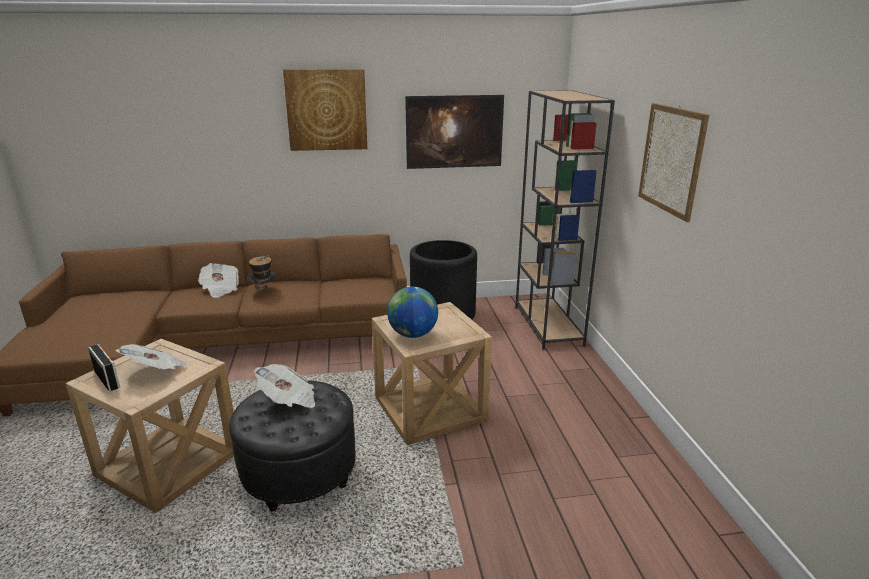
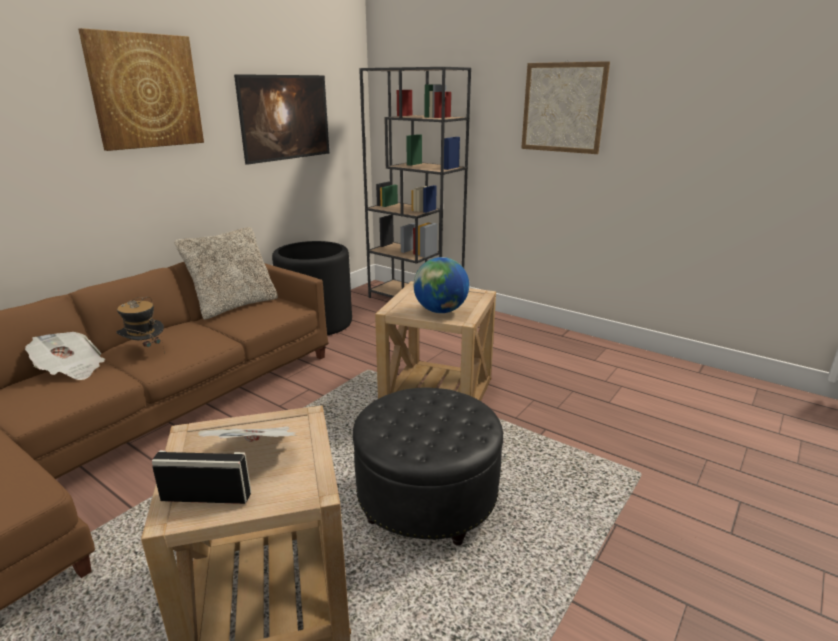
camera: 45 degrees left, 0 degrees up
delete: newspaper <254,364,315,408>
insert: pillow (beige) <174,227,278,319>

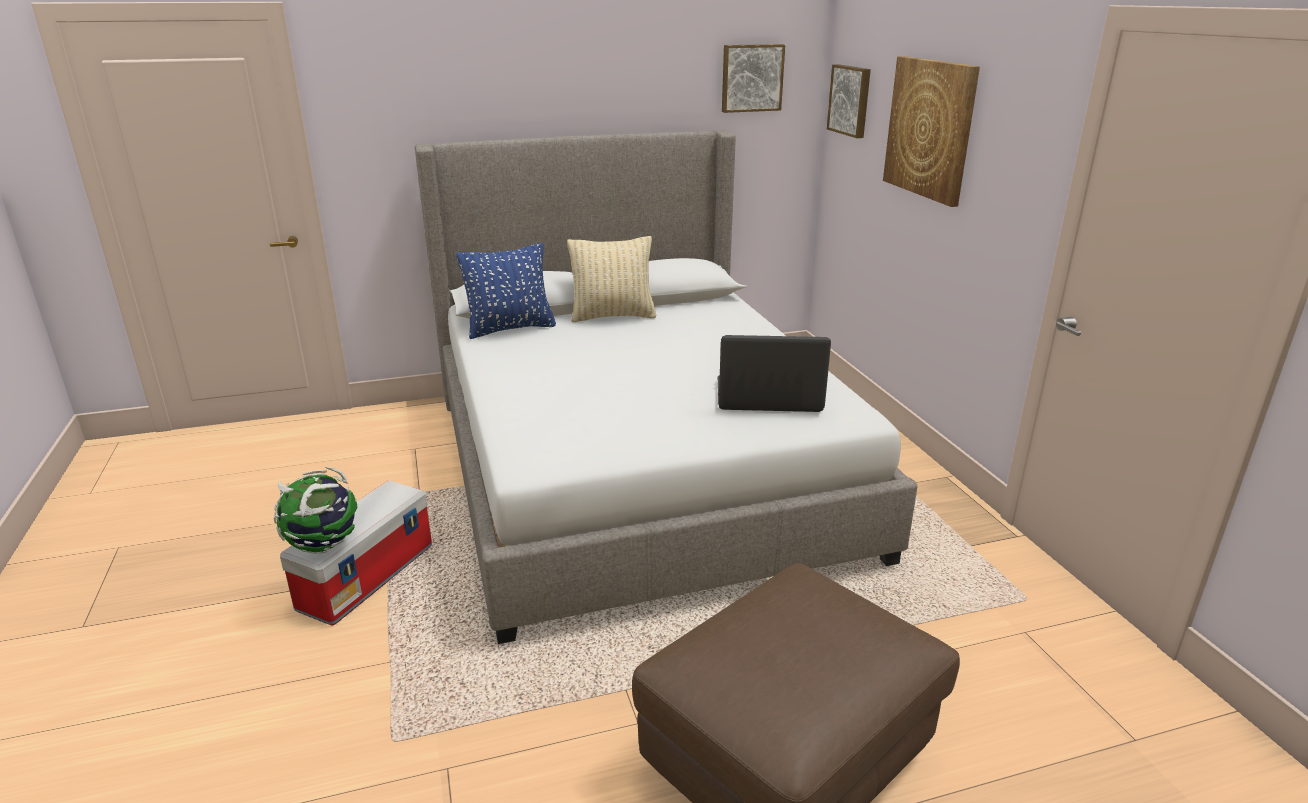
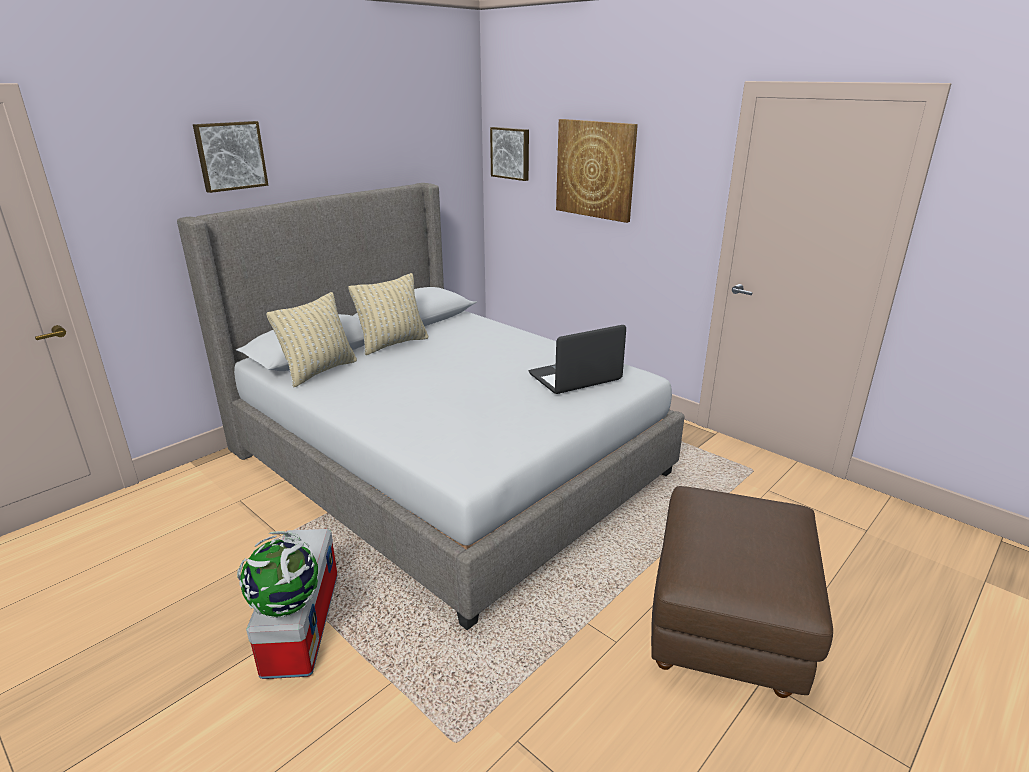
camera: 30 degrees left, 0 degrees up
move: picture <722,44,785,113> to <193,121,268,193>
recolor: pillow (blue) <456,243,556,339> to pillow (beige) <266,292,357,387>

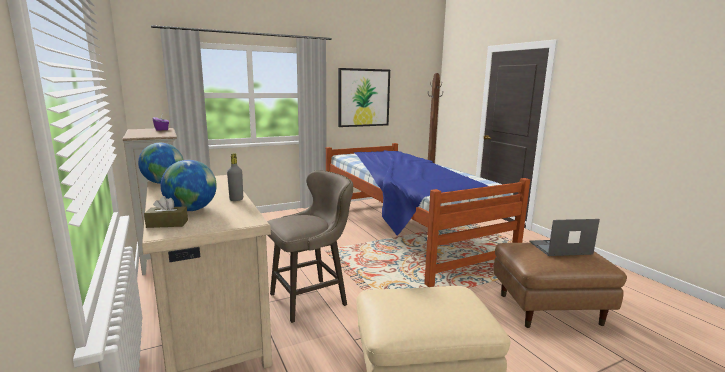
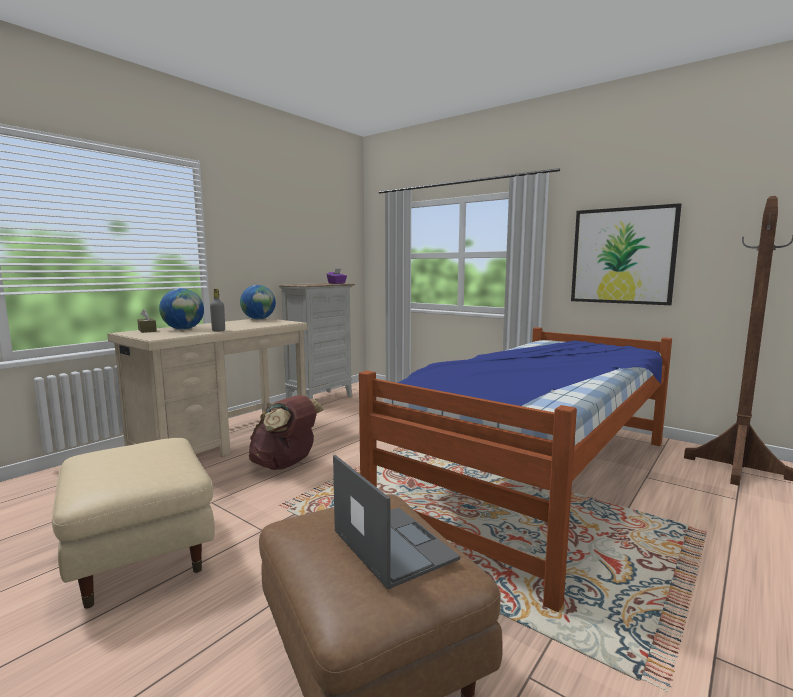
camera: 65 degrees right, 5 degrees down
replace: stool (beige) <267,170,353,323> to backpack (brown) <249,395,324,470>

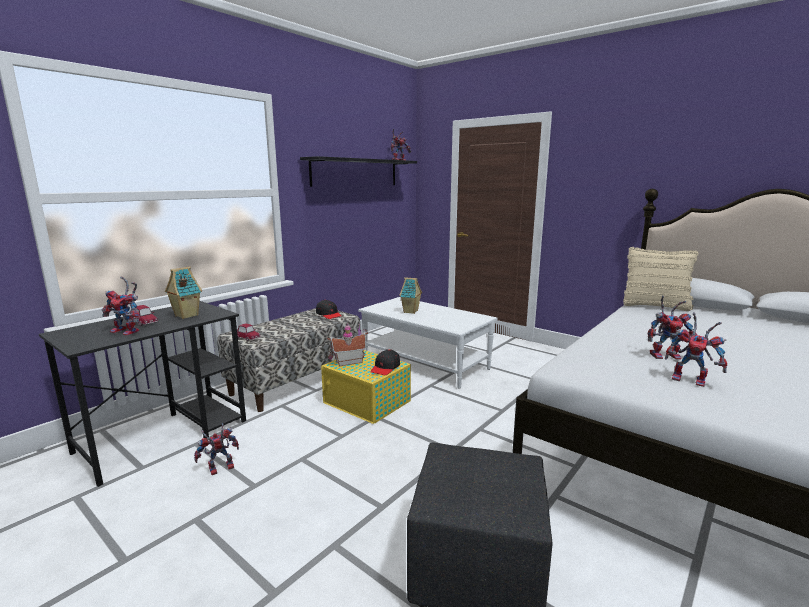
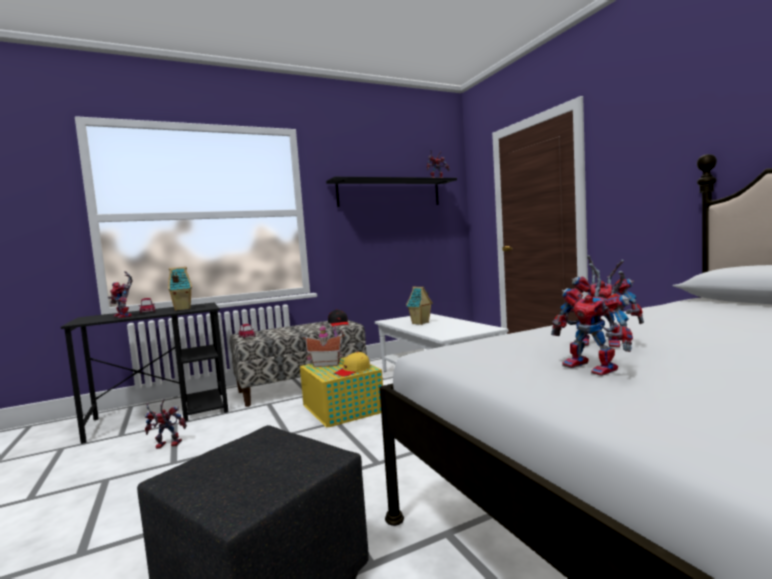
camera: 25 degrees right, 10 degrees down
delete: pillow (beige) <623,247,699,311>
recolor: cap (black) <370,349,400,375> to cap (yellow) <334,352,370,377>

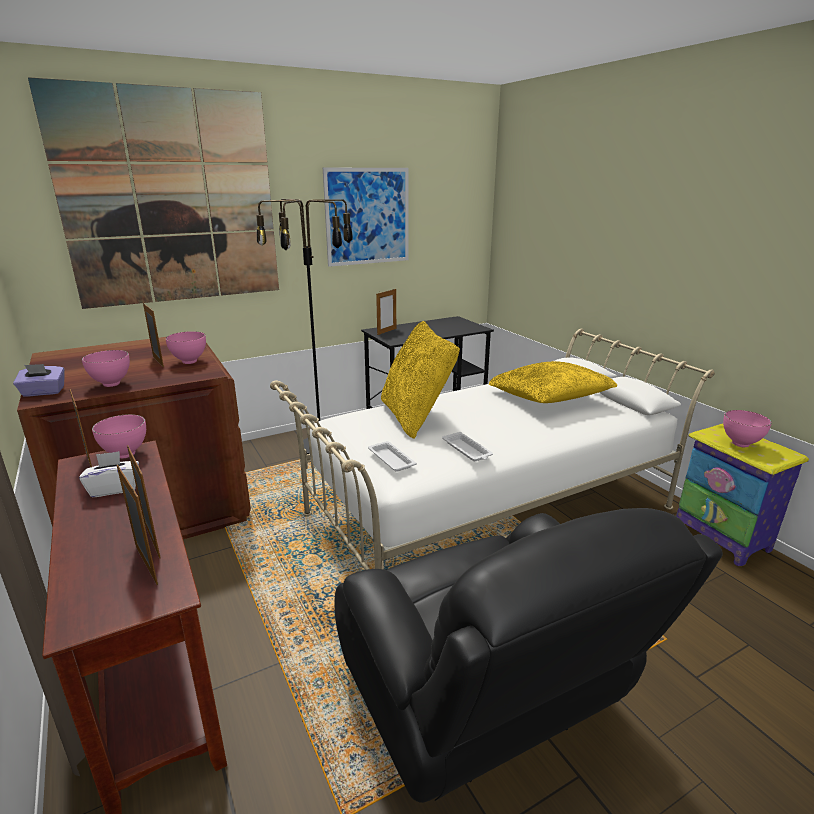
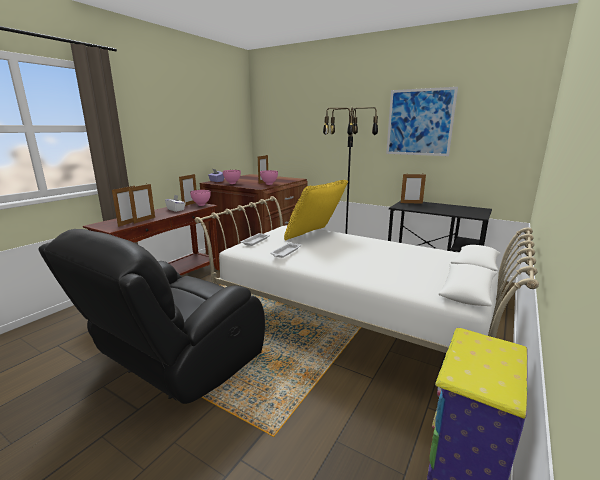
camera: 60 degrees right, 5 degrees down
delete: picture <28,77,279,309>; pillow (yellow) <489,361,617,403>; bowl (pink) <723,410,772,447>

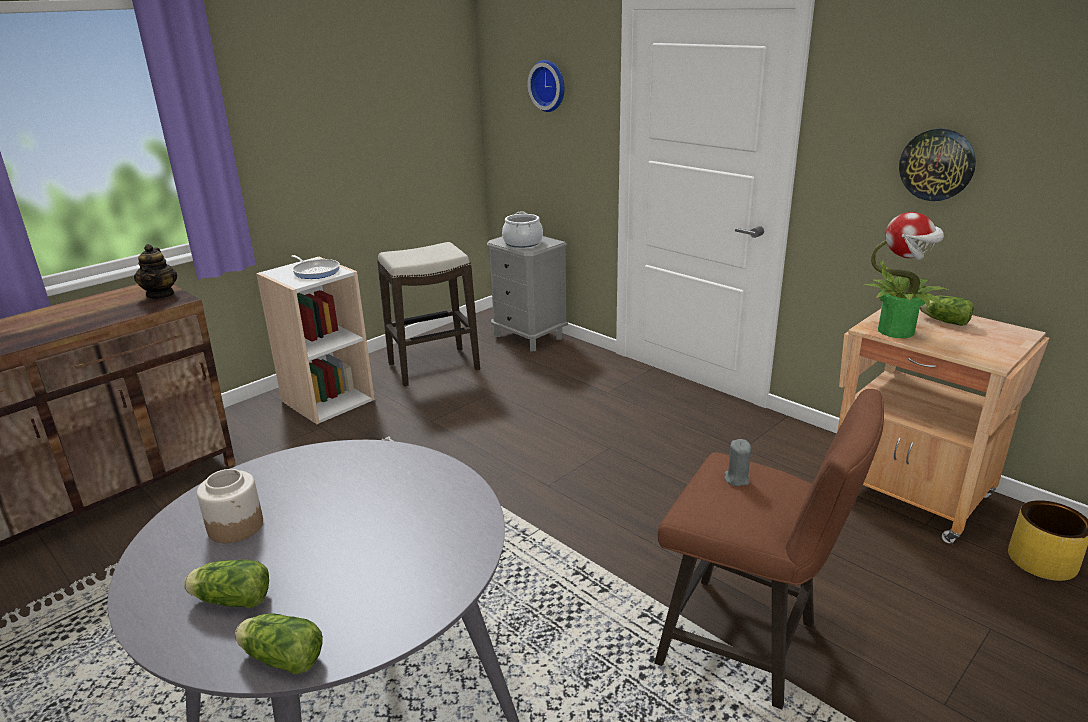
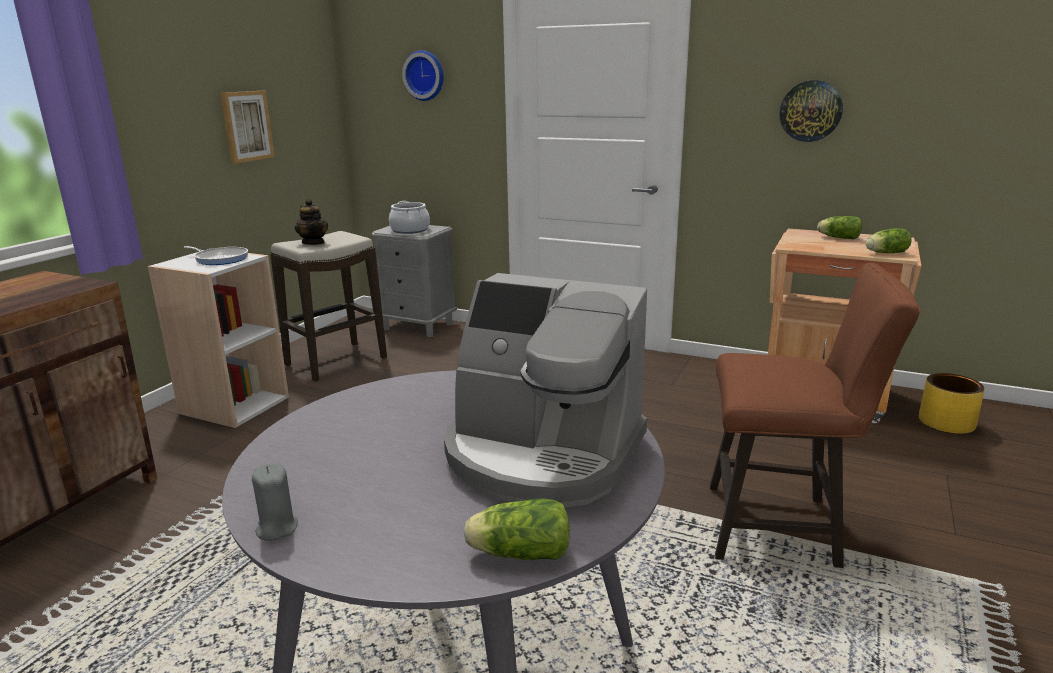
camera: 20 degrees left, 5 degrees down
delete: potted plant <863,212,948,338>; jar <197,469,263,543>
insert: picture <220,91,275,164>; coffee machine <444,273,647,508>
move: teapot <134,244,178,299> to <295,199,328,245>; candle (grey) <724,439,751,486> to <252,463,298,541>; lettuce <184,559,269,608> to <865,228,912,253>

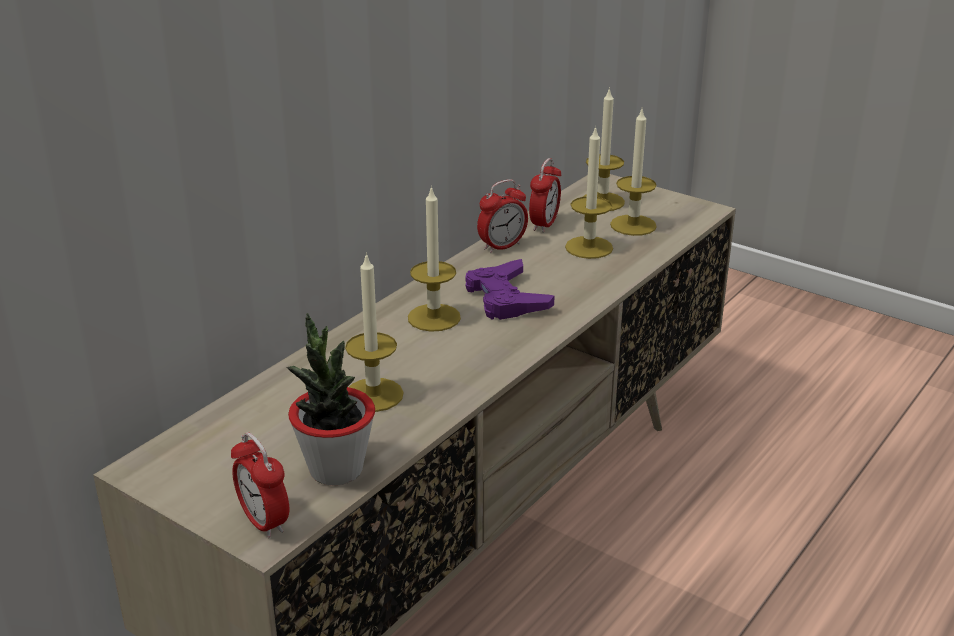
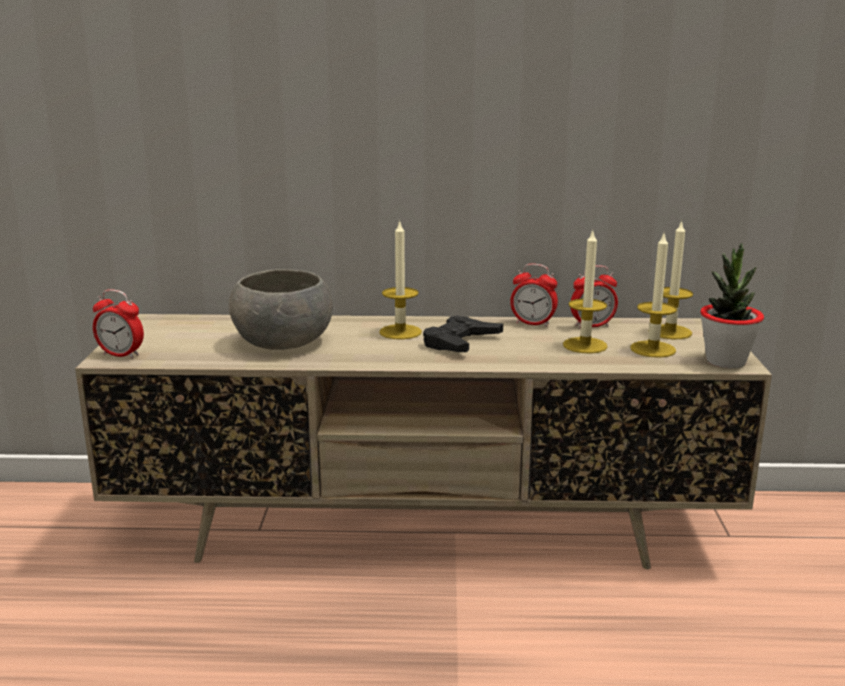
camera: 55 degrees right, 10 degrees down
move: potted plant <286,313,375,486> to <700,243,764,368>
replace: candle <345,252,403,412> to bowl (grey) <229,269,333,350>
recolor: game controller (purple) <465,259,554,320> to game controller (black) <423,315,503,352>
rotate: alarm clock <231,432,289,538> = <93,289,144,359> 90 degrees counterclockwise

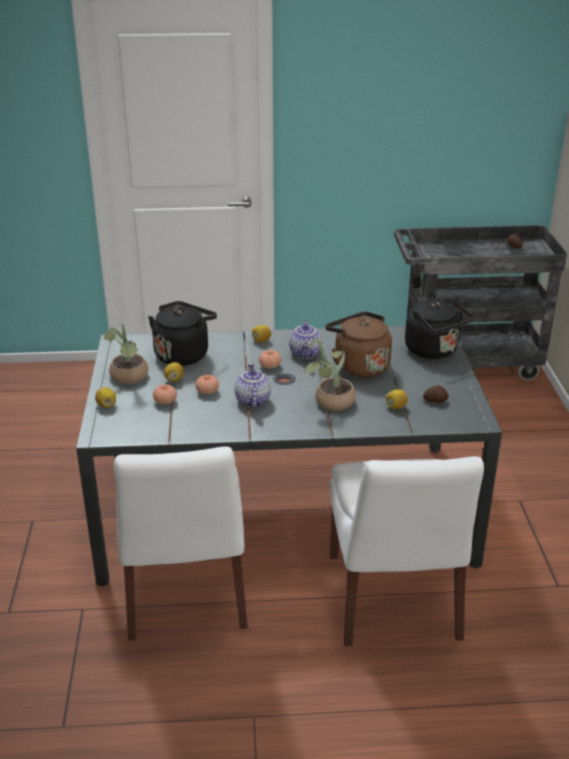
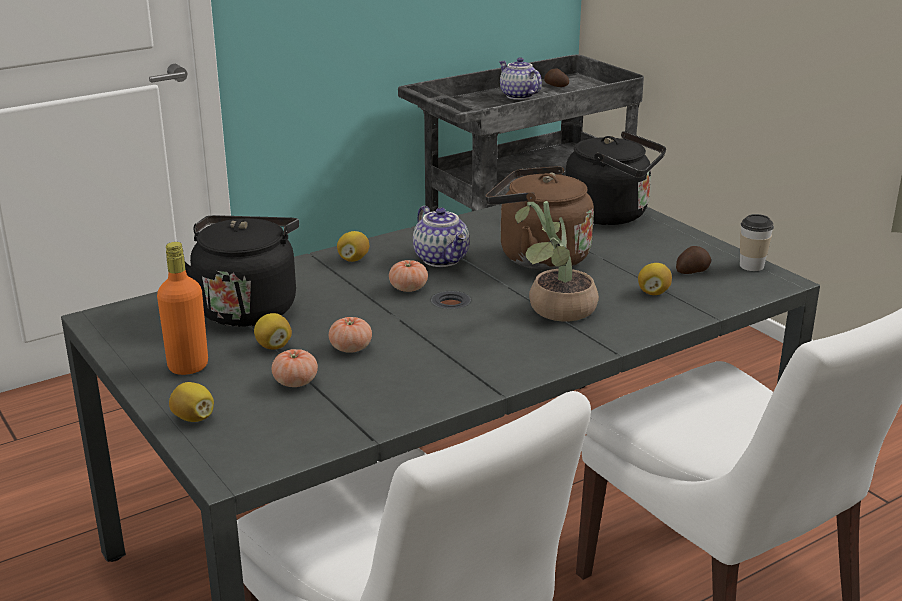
camera: 30 degrees left, 5 degrees down
insert: cup <740,214,774,271>
move: teapot <235,363,271,408> to <499,57,542,100>
replace: potted plant <103,323,148,384> to bottle (orange) <157,242,208,375>

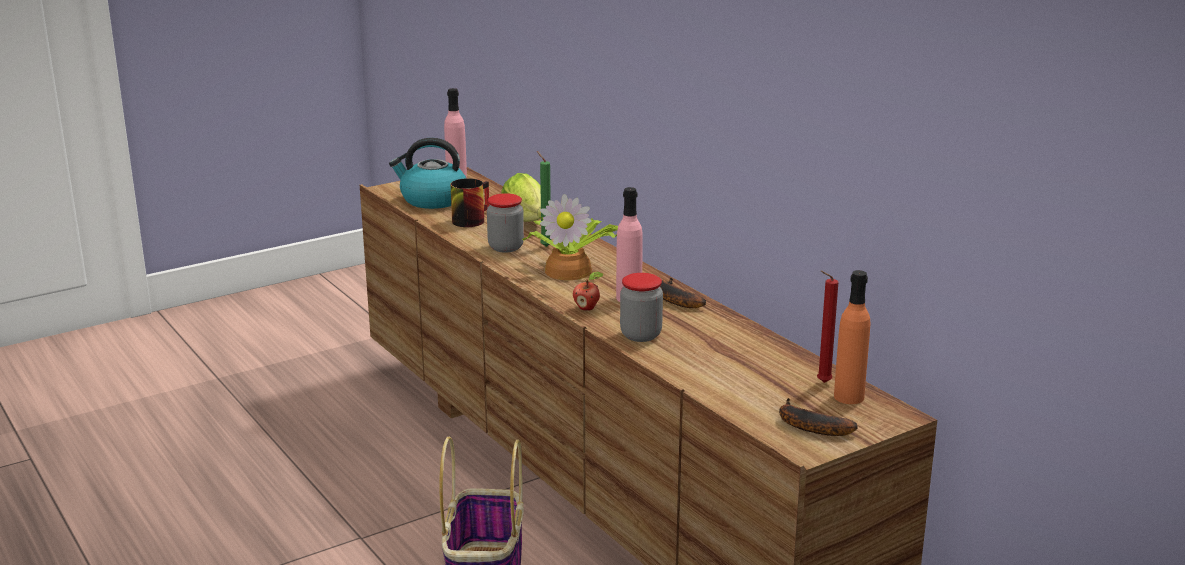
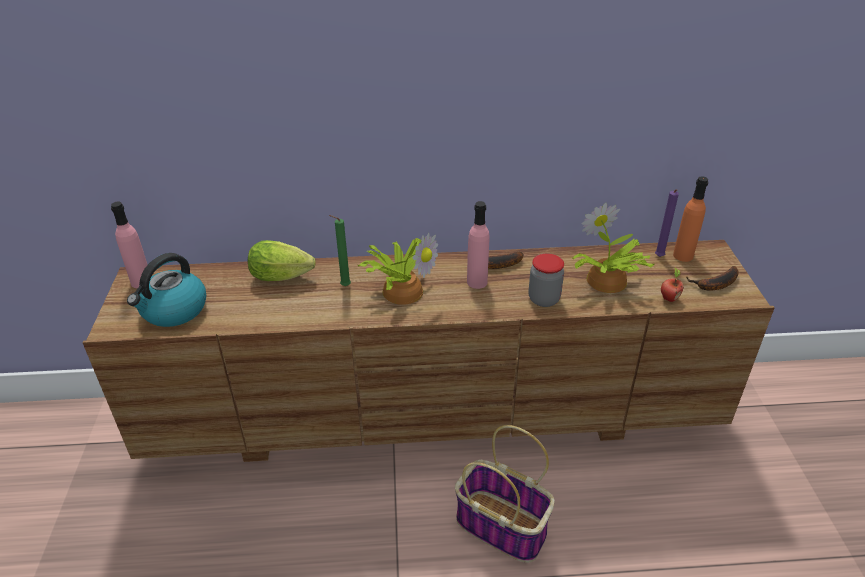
camera: 60 degrees left, 15 degrees up
delete: mug <450,178,490,227>; jar <487,193,524,253>
insert: potted plant <572,203,654,293>
move: apple <573,271,603,311> to <661,267,684,302>
recolor: candle (red) <817,271,838,383> to candle (purple) <655,189,679,257>

